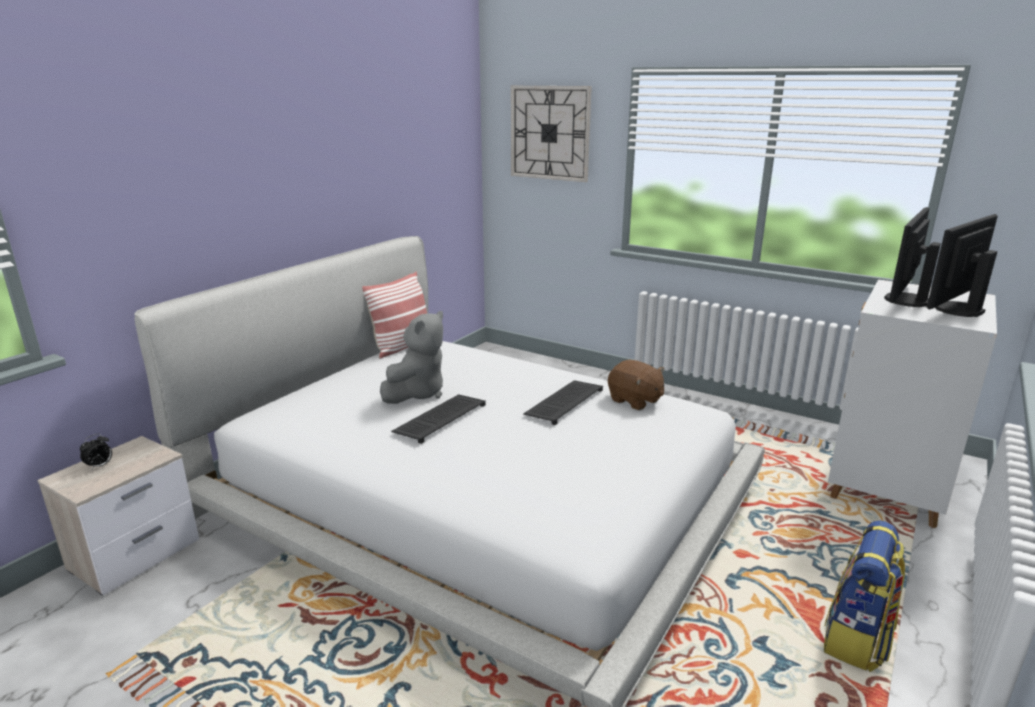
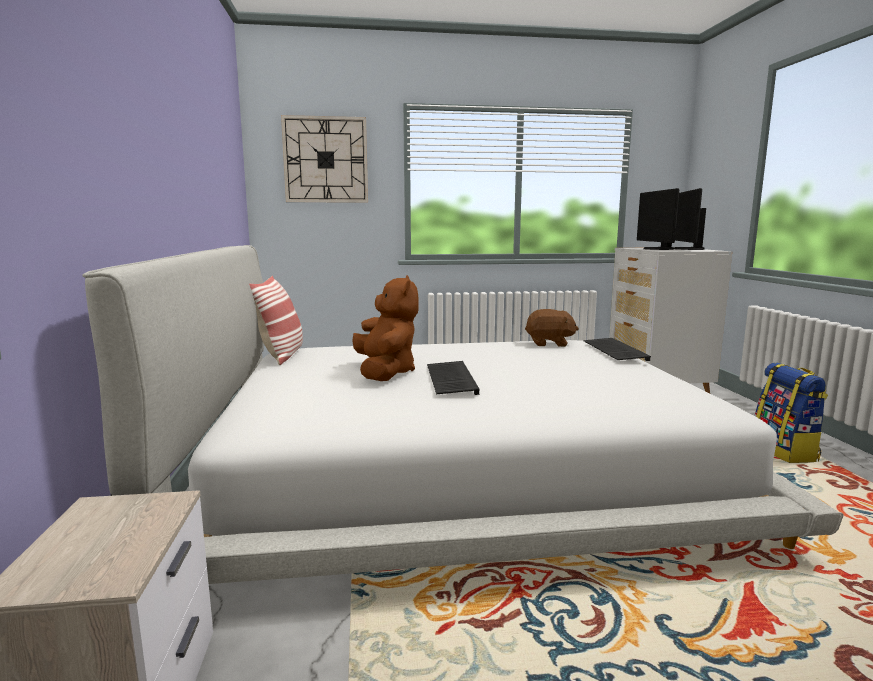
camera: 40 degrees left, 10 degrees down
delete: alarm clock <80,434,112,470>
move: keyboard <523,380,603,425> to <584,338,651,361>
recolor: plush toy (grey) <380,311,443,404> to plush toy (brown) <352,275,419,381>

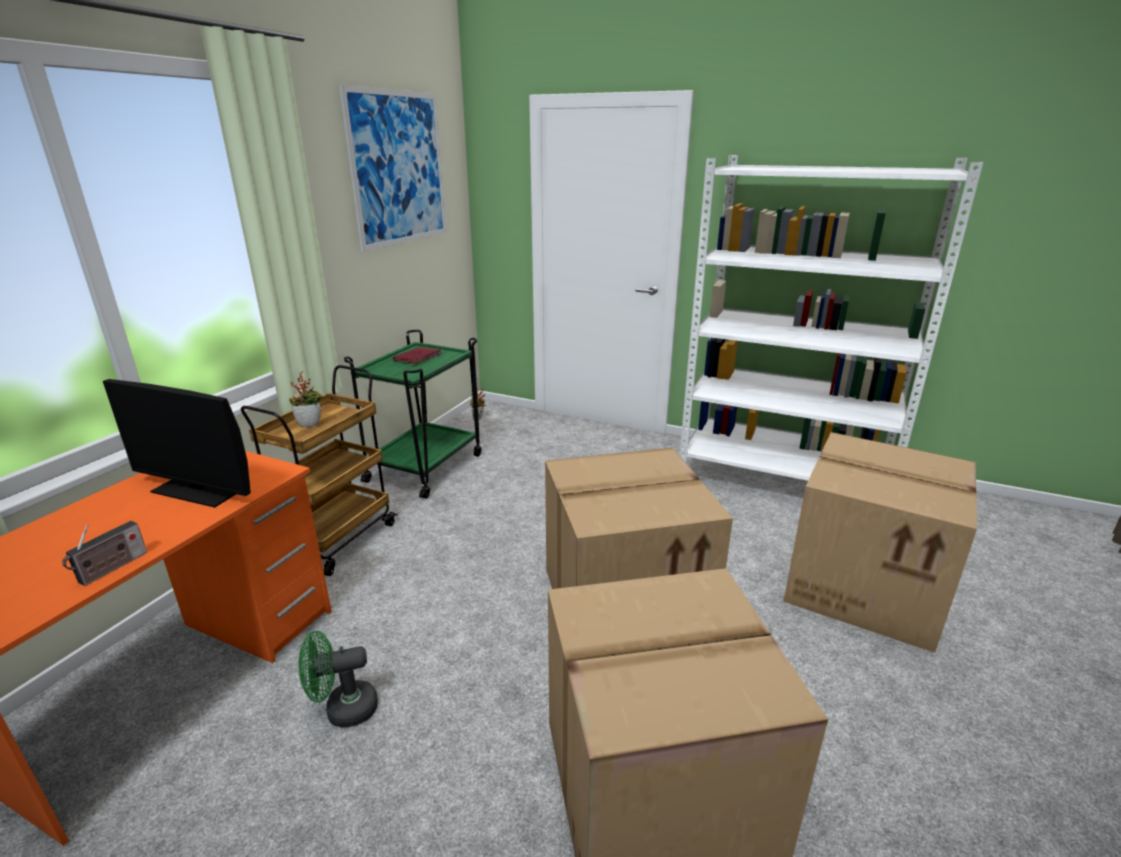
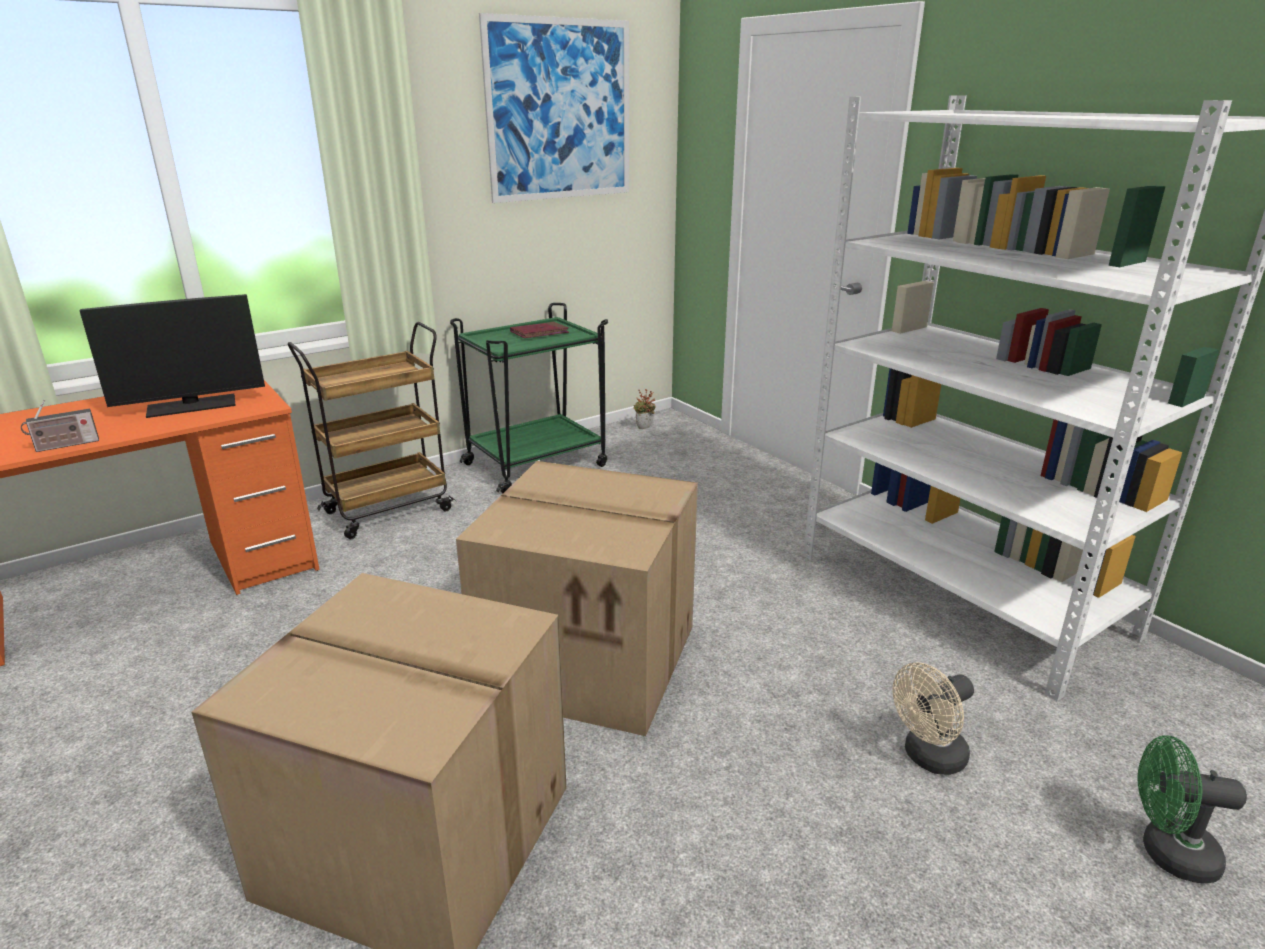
camera: 30 degrees right, 0 degrees up
delete: potted plant <289,371,323,428>
move: fan (green) <299,631,378,728> to <1138,735,1247,883>
replace: cardboard box <783,432,977,653> to fan (beige) <893,662,974,775>
rotate: monitor <103,379,251,508> = <79,294,265,418> 75 degrees counterclockwise

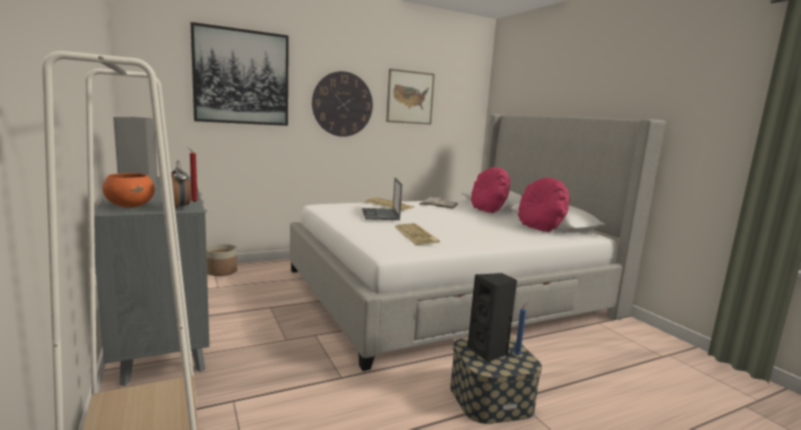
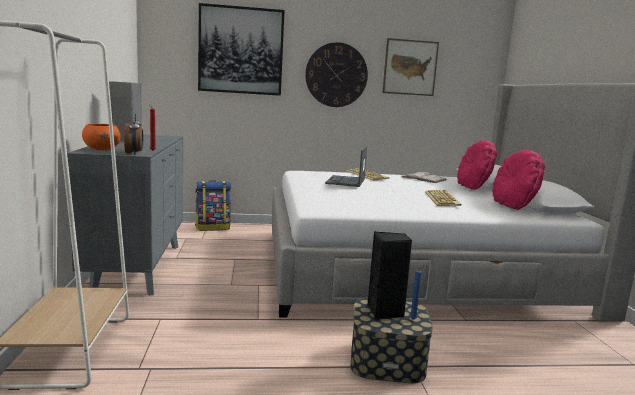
camera: 20 degrees right, 0 degrees up
move: keyboard <395,223,440,245> to <425,190,462,206>
replace: planter <206,244,237,276> to backpack <195,180,231,231>

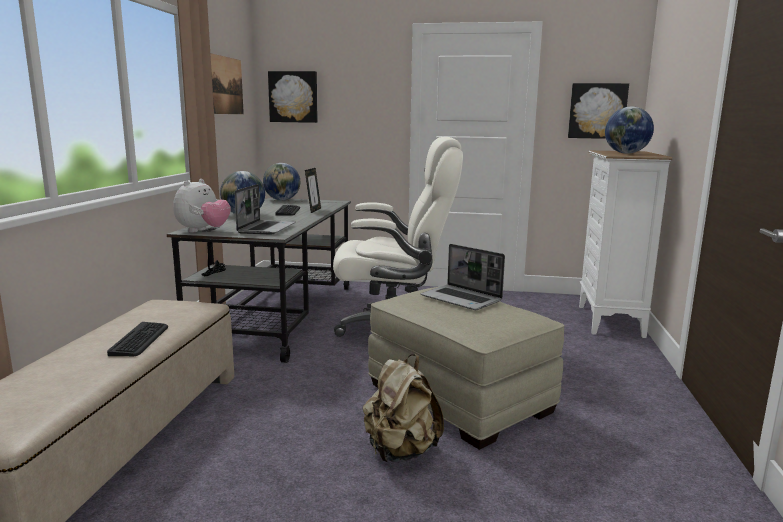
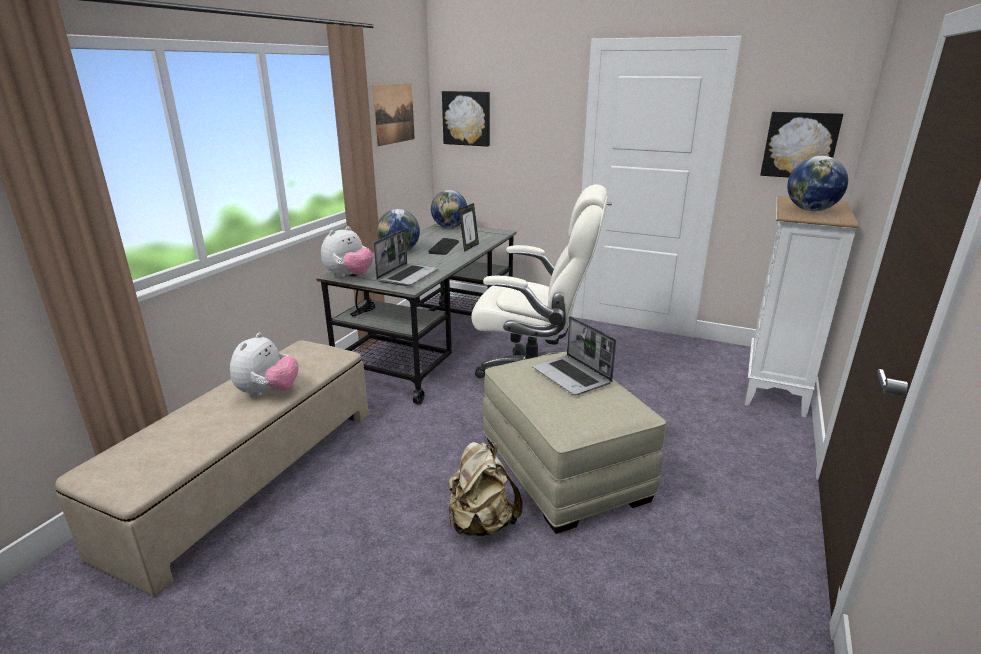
camera: 15 degrees right, 10 degrees up
replace: keyboard <107,322,168,356> to plush toy <230,332,299,397>

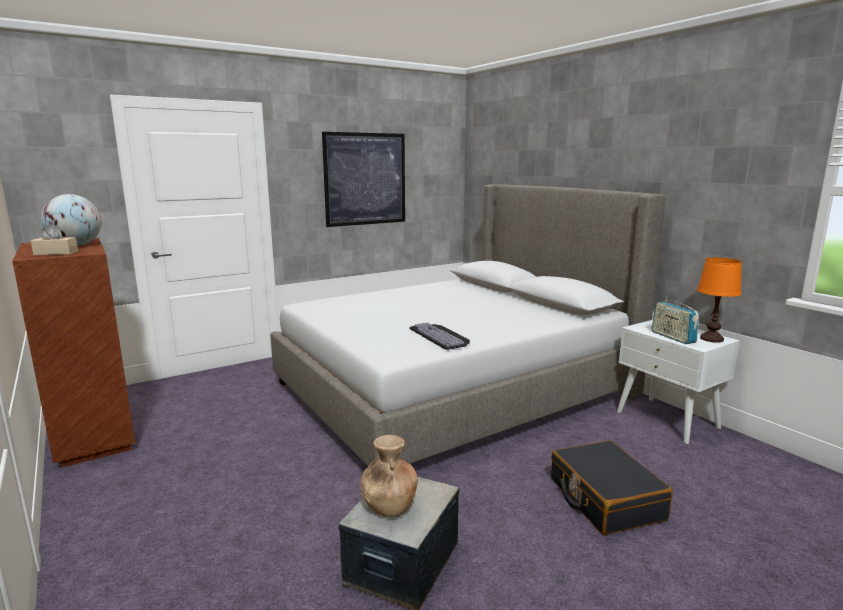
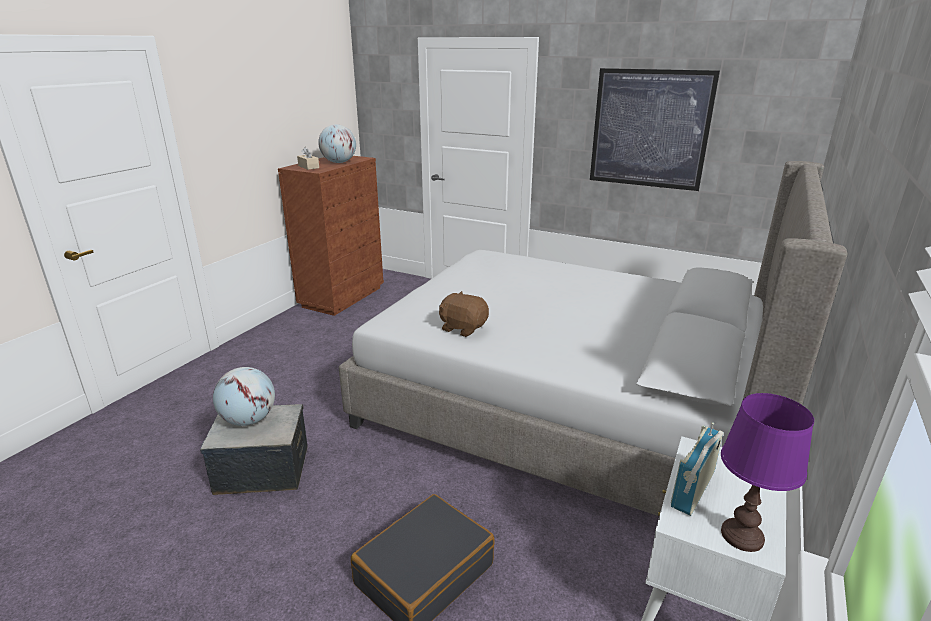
camera: 60 degrees right, 10 degrees up
replace: keyboard <409,323,470,350> to plush toy (brown) <439,291,489,337>; vase (brown) <360,435,418,517> to globe <213,367,275,426>
recolor: table lamp (orange) <697,258,742,343> to table lamp (purple) <721,393,814,552>

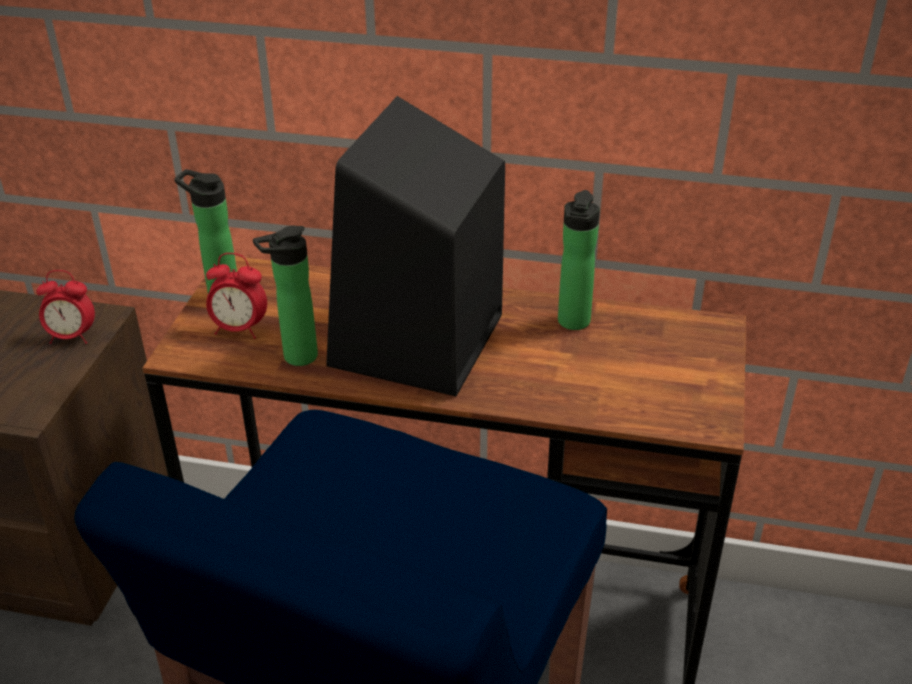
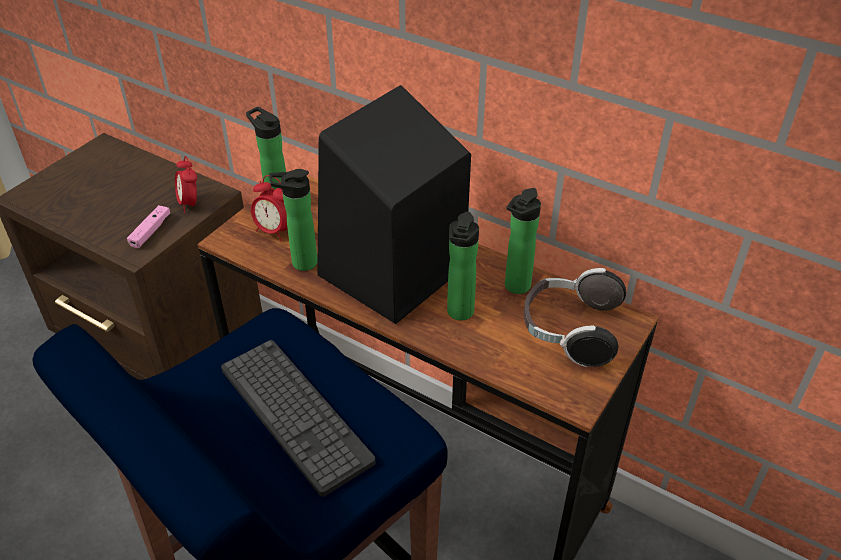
camera: 20 degrees right, 5 degrees up
insert: game controller (pink) <127,205,171,248>; bottle <447,211,479,321>; headphones <524,268,626,367>; keyboard <221,340,376,497>
rotate: alarm clock <36,270,95,344> = <175,156,197,213> 45 degrees clockwise

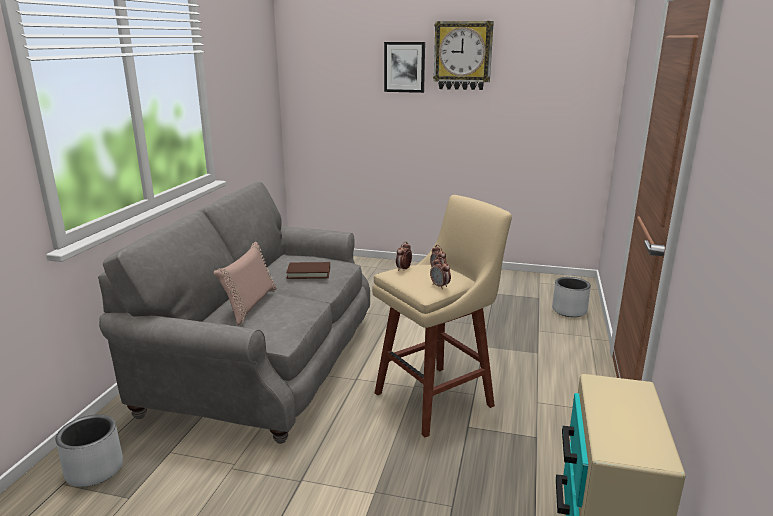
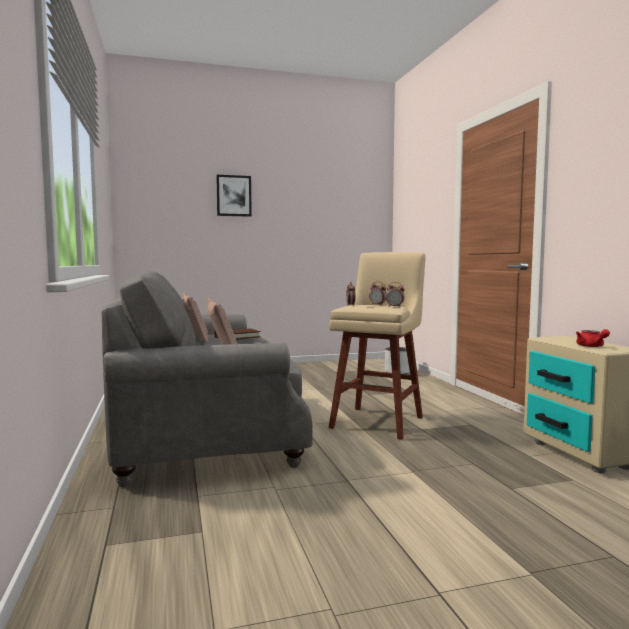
camera: 30 degrees left, 15 degrees down
delete: wall clock <433,21,494,90>; planter (grey) <55,414,123,487>
insert: pillow (beige) <182,293,210,343>; teapot (red) <576,329,610,347>

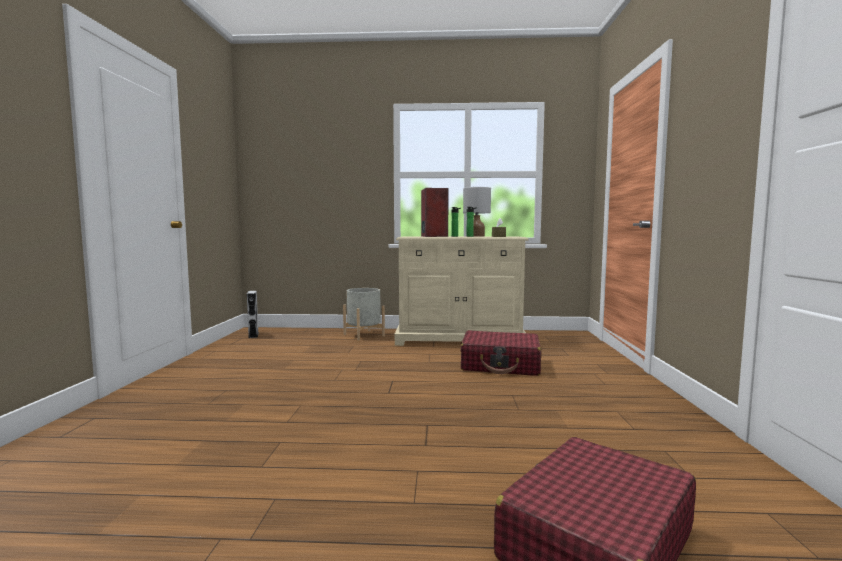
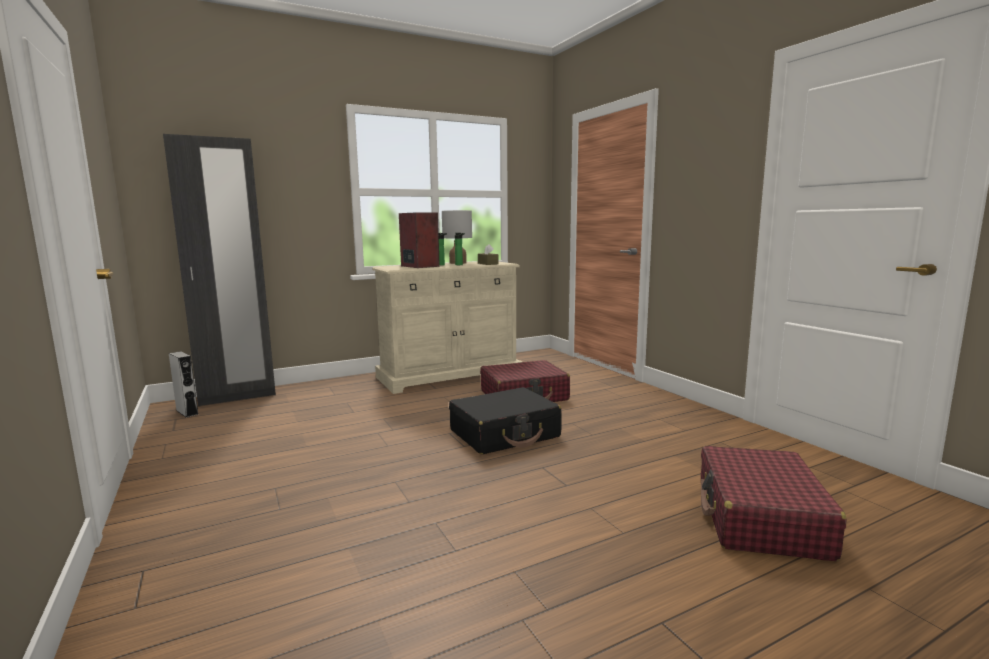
camera: 30 degrees left, 5 degrees up
delete: planter (grey) <343,288,385,340>
insert: wardrobe (black) <163,134,276,406>; suitcase (black) <449,387,562,454>

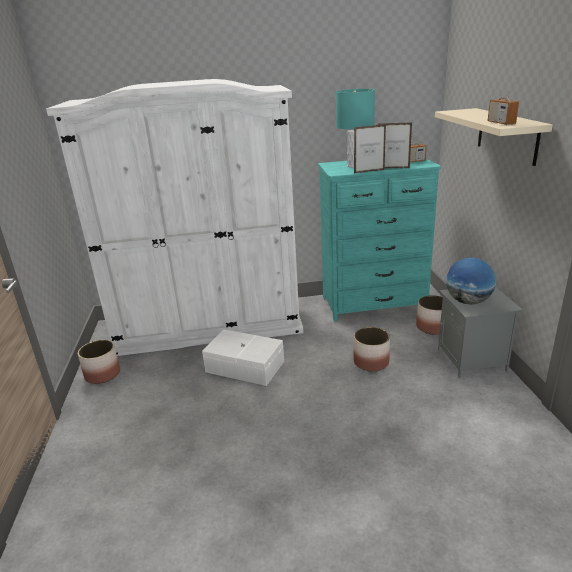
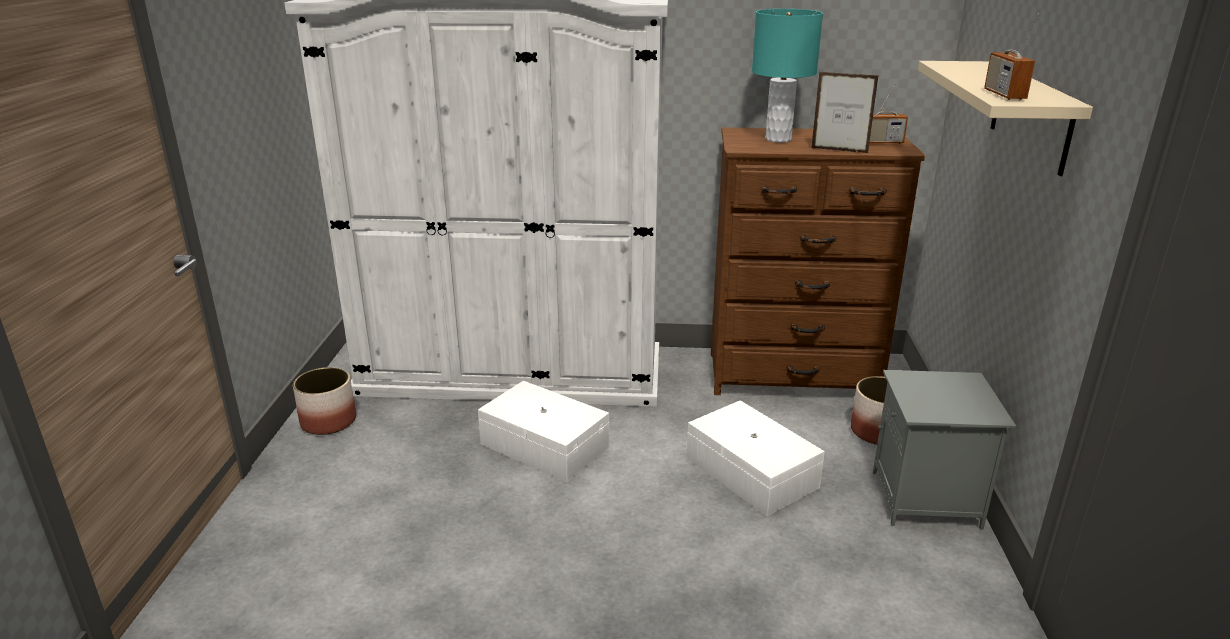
camera: 10 degrees right, 0 degrees up
delete: picture frame <354,124,386,174>; globe <446,258,496,305>
replace: planter <353,327,390,371> to storage box (white) <686,400,825,516>
recolor: dresser (turquoise) <318,159,441,321> to dresser (brown) <711,127,925,395>

